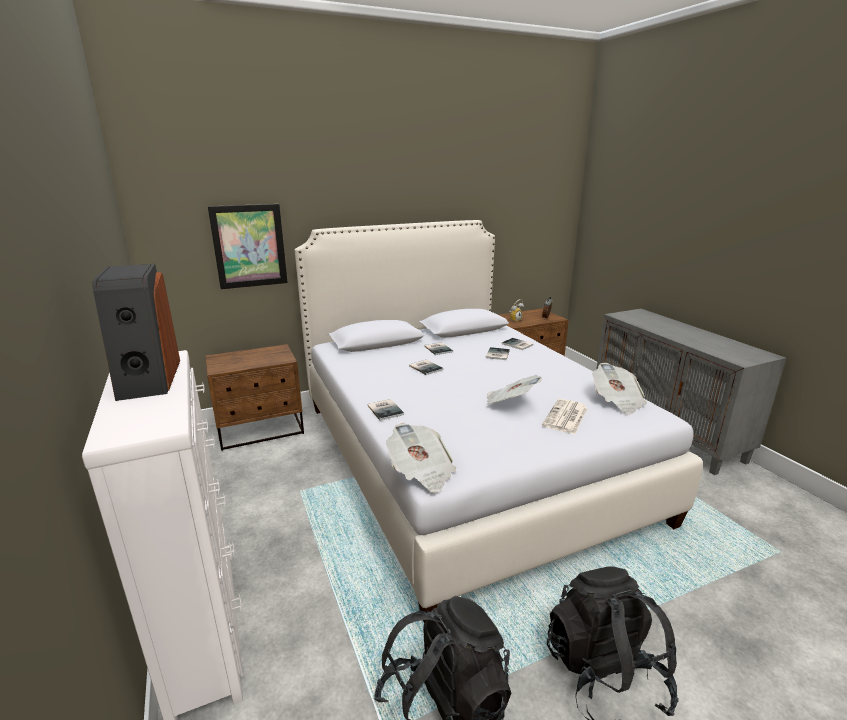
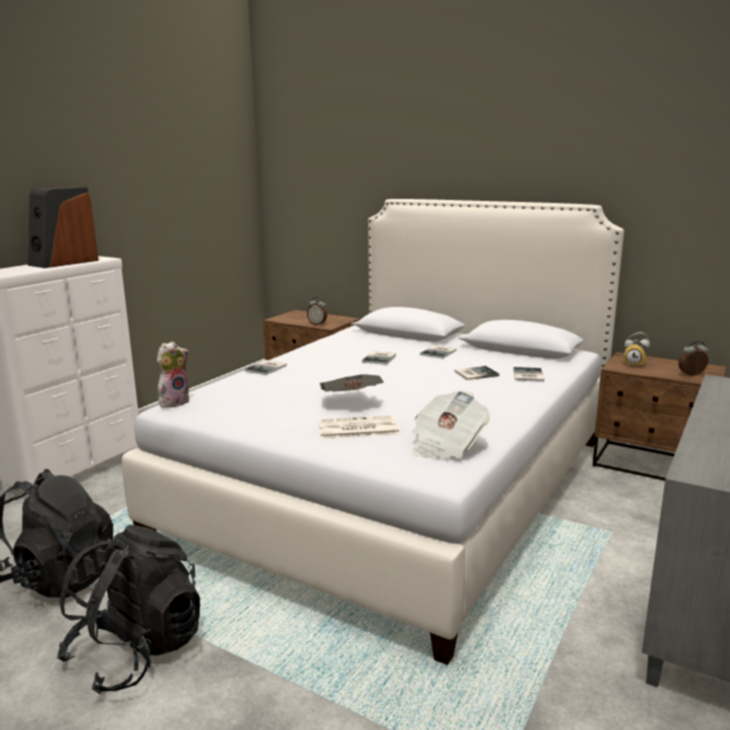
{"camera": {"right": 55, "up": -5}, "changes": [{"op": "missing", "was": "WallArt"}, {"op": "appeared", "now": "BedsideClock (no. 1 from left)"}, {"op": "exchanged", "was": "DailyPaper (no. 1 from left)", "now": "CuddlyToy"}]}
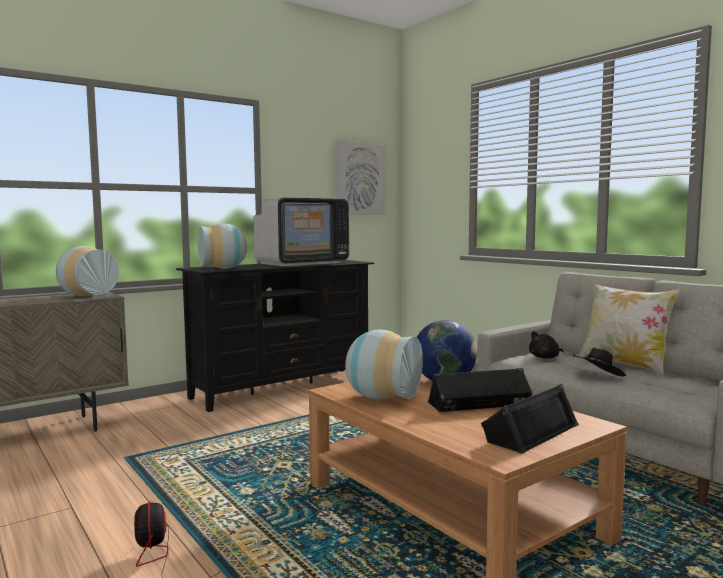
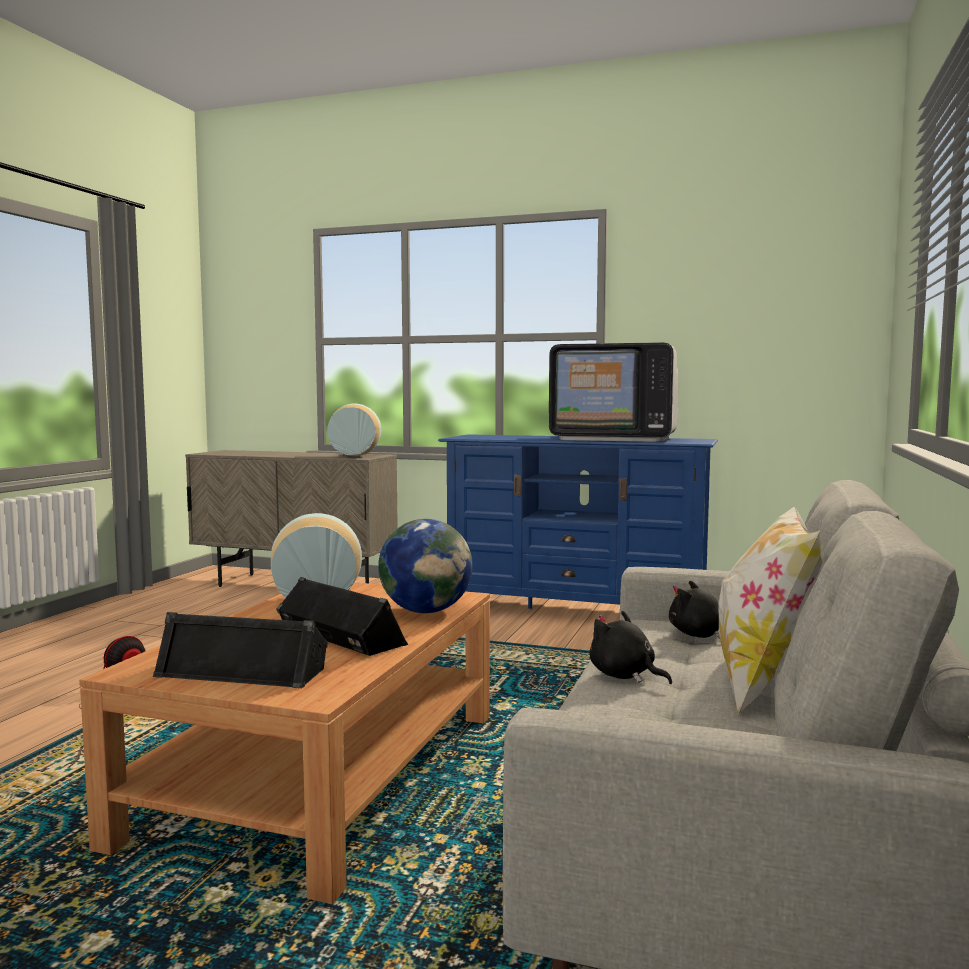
{"camera": {"right": 55, "up": 0}, "changes": [{"op": "missing", "was": "FlowerVase (no. 2 from left)"}, {"op": "missing", "was": "WallArt"}, {"op": "exchanged", "was": "BlackishHat", "now": "BlackishCuddlyToy (no. 1 from left)"}, {"op": "colour", "was": "BlackishTvStand", "now": "BlueColouredTvStand"}]}
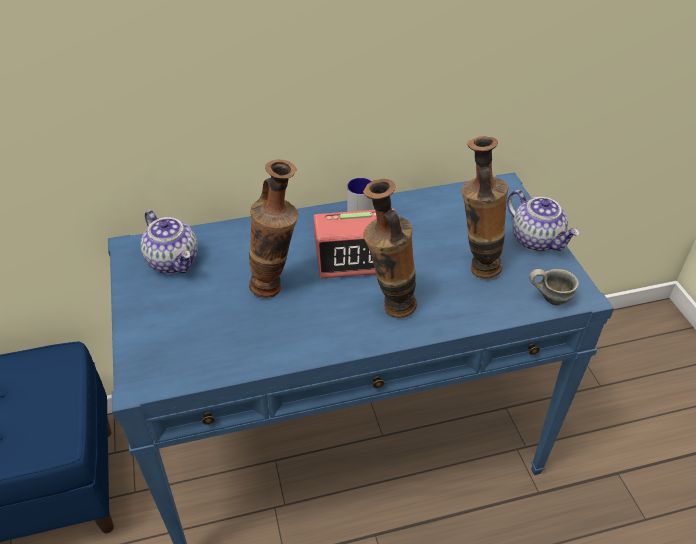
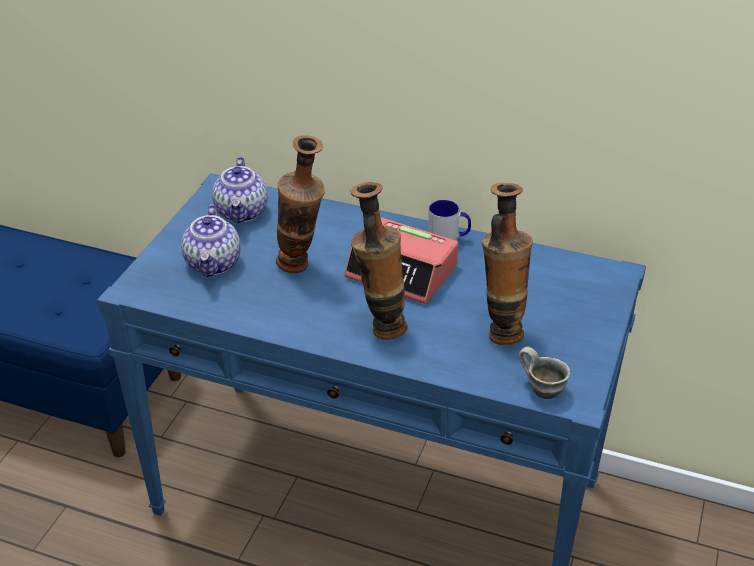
{"camera": {"right": 35, "up": -5}, "changes": [{"op": "relocated", "was": "Teapot (no. 2 from left in the first image)", "now": "Teapot (no. 1 from left)"}]}
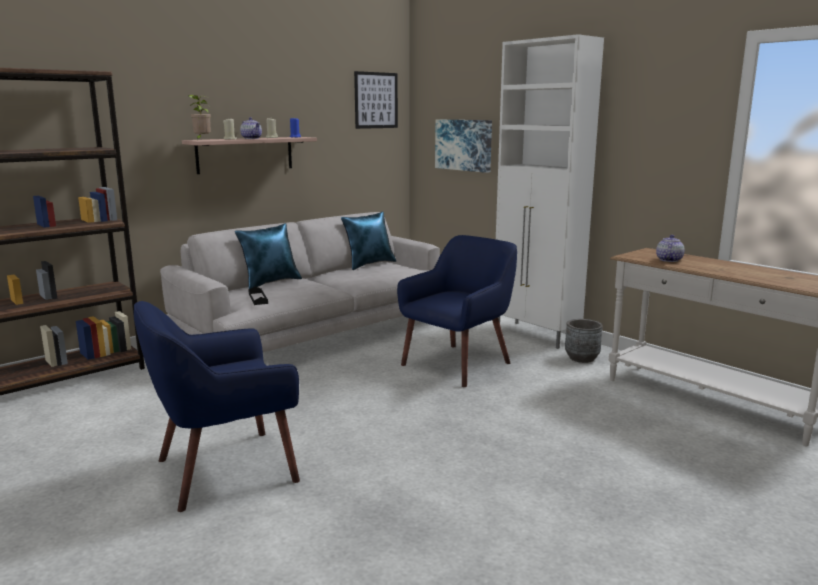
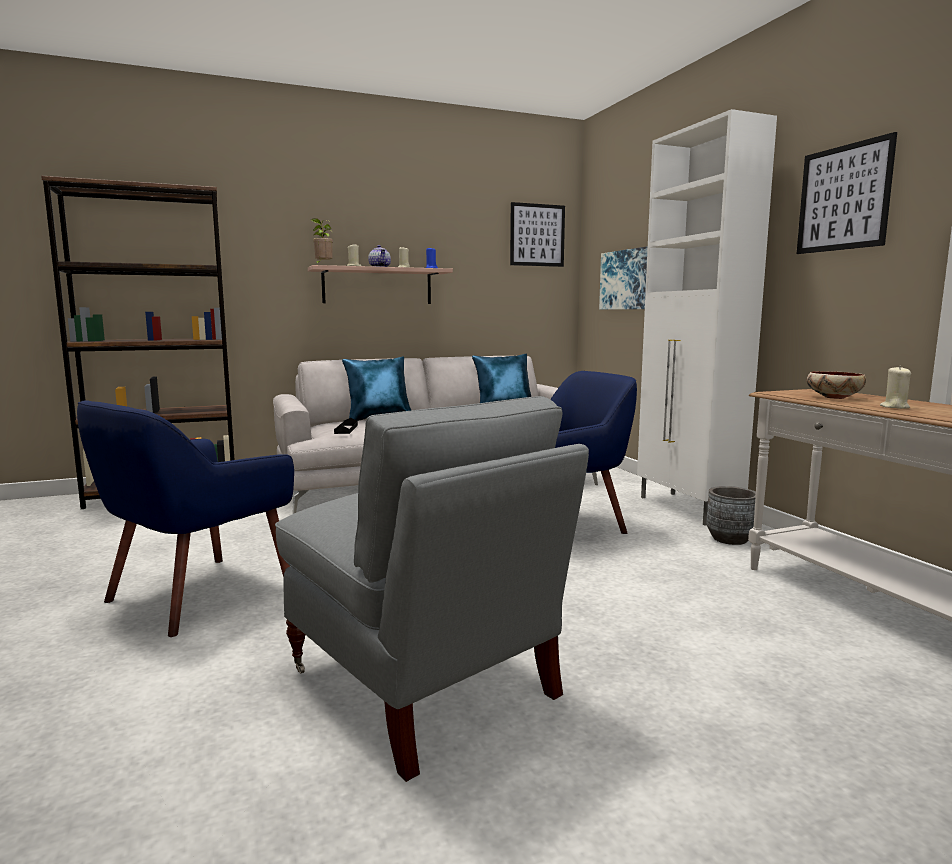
{"camera": {"right": 20, "up": -5}, "changes": [{"op": "appeared", "now": "GrayEasyChair"}, {"op": "appeared", "now": "WallArt (no. 3 from left)"}, {"op": "appeared", "now": "SandColouredWaxLight (no. 3 from left)"}, {"op": "exchanged", "was": "Teapot (no. 2 from left)", "now": "Bowl"}, {"op": "spun", "was": "BlueColouredEasyChair (no. 1 from left)", "clockwise": -45}]}
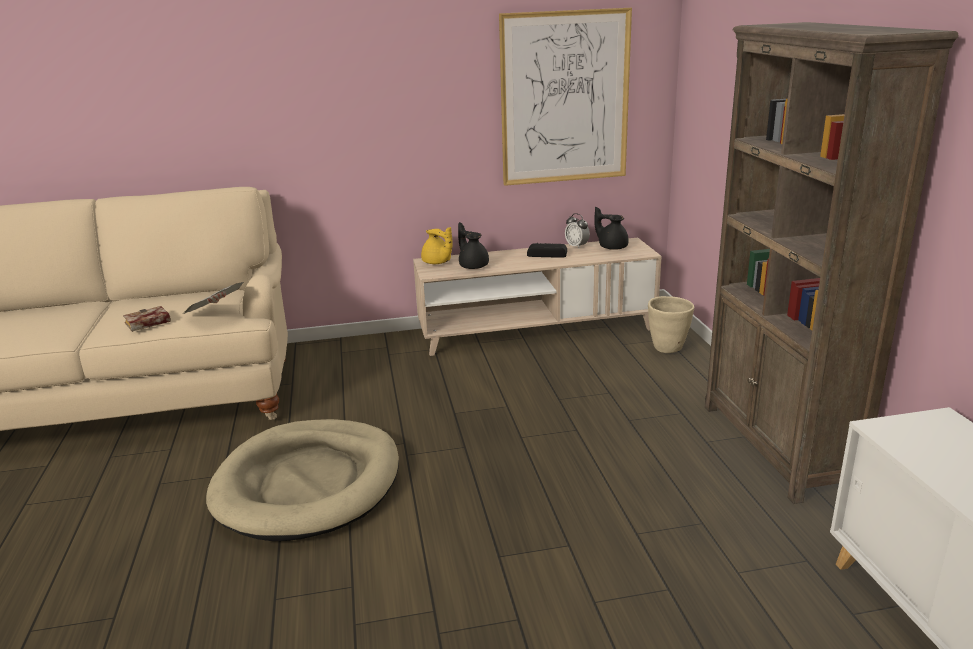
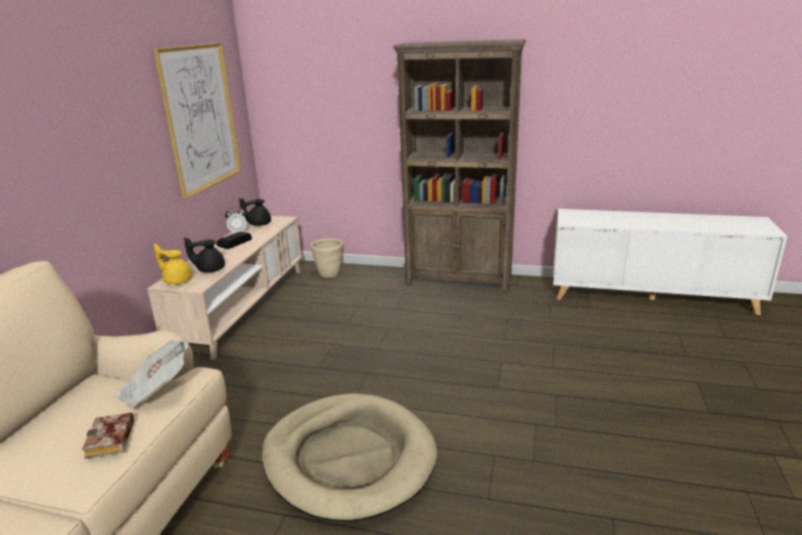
{"camera": {"right": -65, "up": 0}, "changes": [{"op": "spun", "was": "YellowColouredTeapot", "clockwise": -135}]}
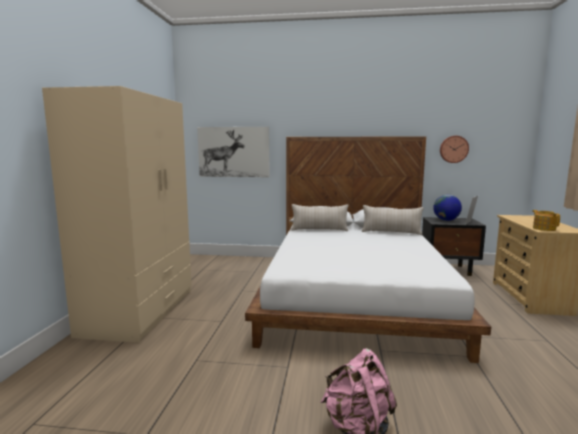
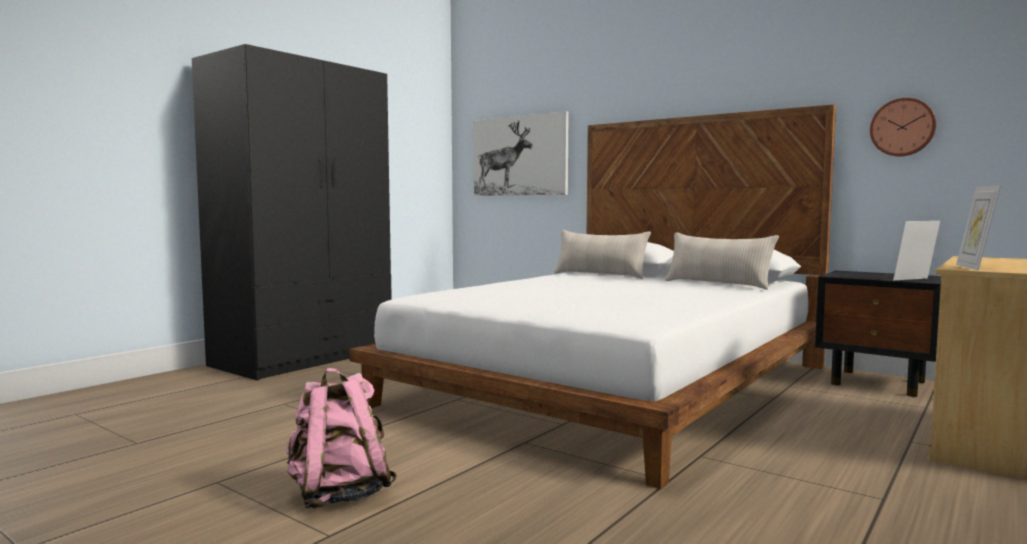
{"camera": {"right": 30, "up": -5}, "changes": [{"op": "missing", "was": "Globe"}, {"op": "exchanged", "was": "Teapot", "now": "PhotoFrame (no. 2 from left)"}, {"op": "colour", "was": "SandColouredArmoire", "now": "BlackishArmoire"}]}
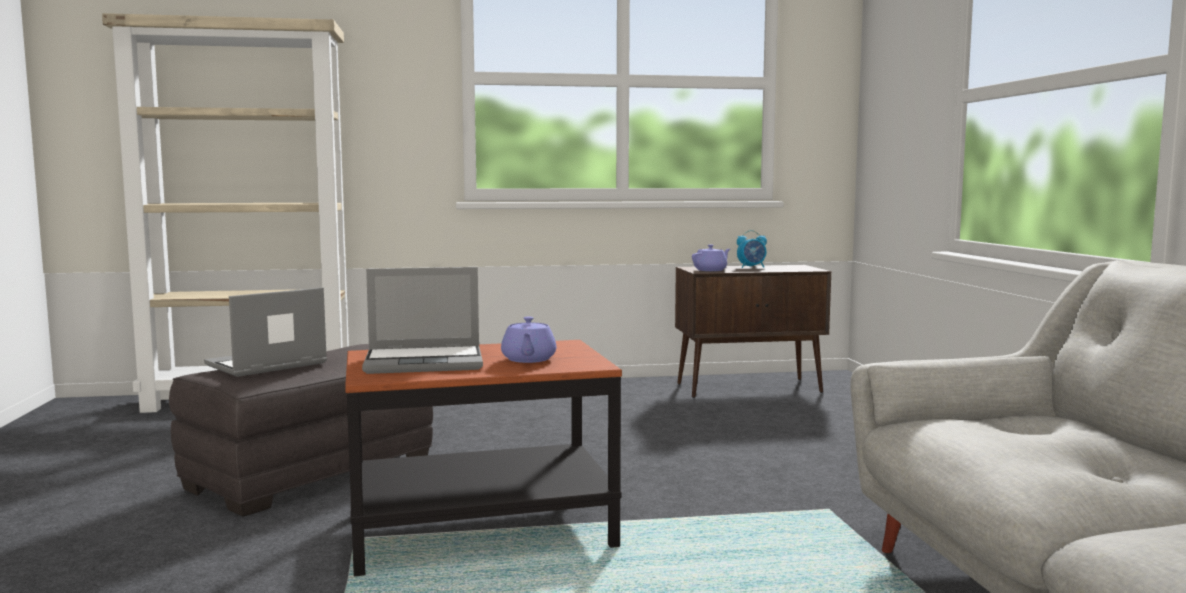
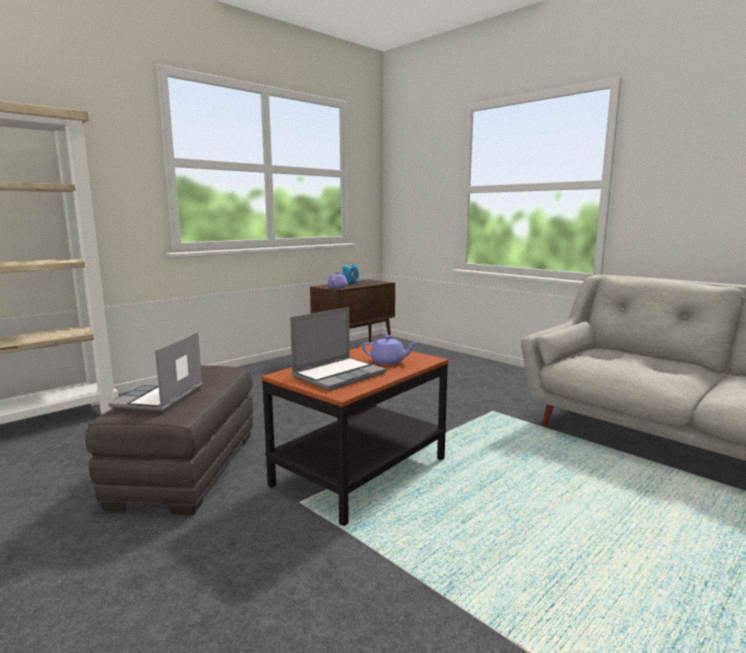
{"camera": {"right": -35, "up": 5}, "changes": [{"op": "spun", "was": "PurpleColouredTeapot (no. 1 from left in the first image)", "clockwise": -45}]}
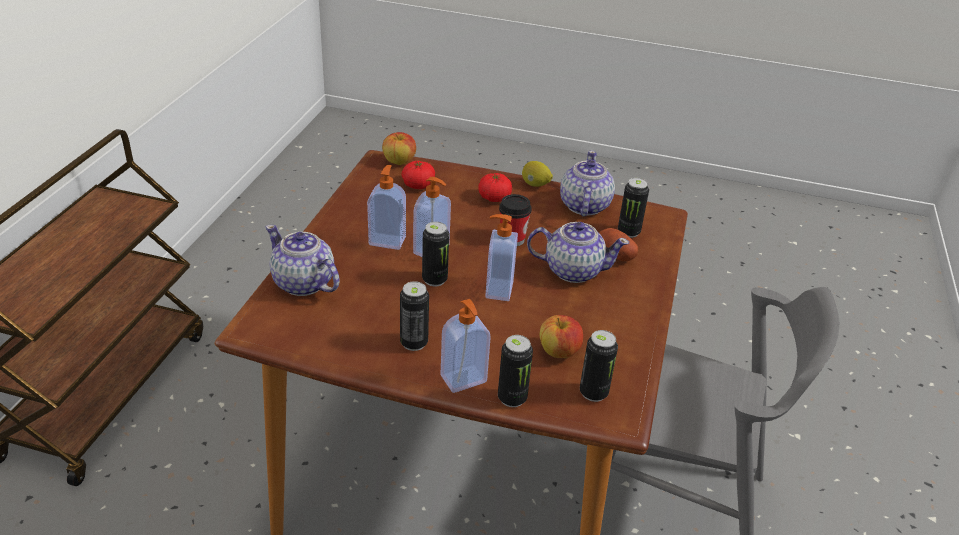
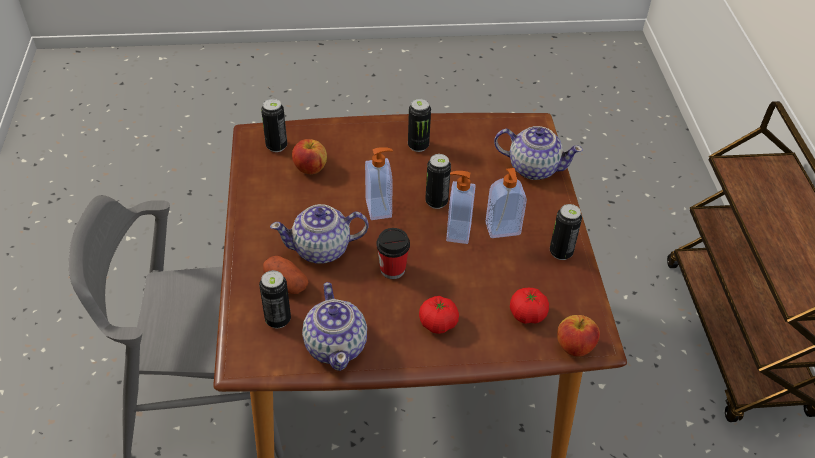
{"camera": {"right": 160, "up": 10}, "changes": [{"op": "missing", "was": "SoapBottle (no. 3 from left)"}, {"op": "missing", "was": "Lemon"}, {"op": "relocated", "was": "MetalCan (no. 3 from left in the first image)", "now": "MetalCan (no. 5 from left)"}]}
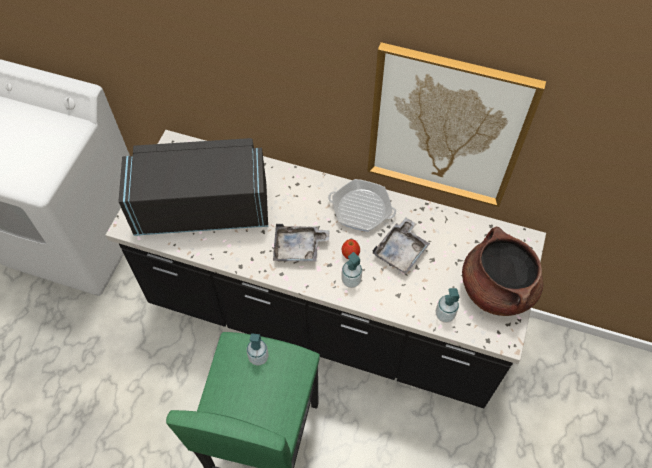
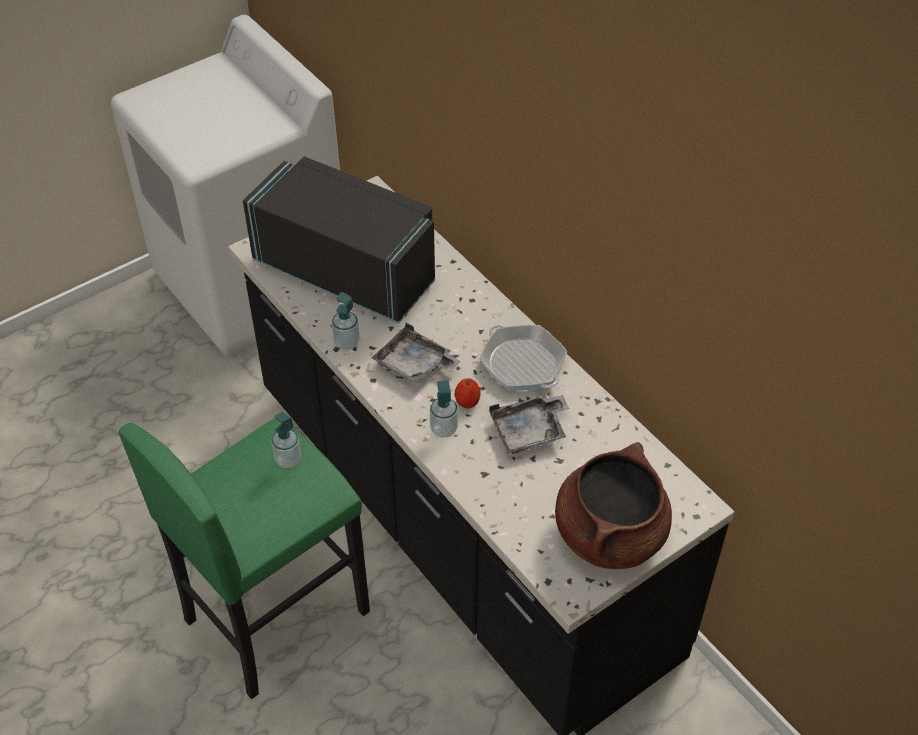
{"camera": {"right": 35, "up": -10}, "changes": [{"op": "missing", "was": "WallArt"}, {"op": "relocated", "was": "SoapBottle (no. 3 from left in the first image)", "now": "SoapBottle (no. 2 from left)"}]}
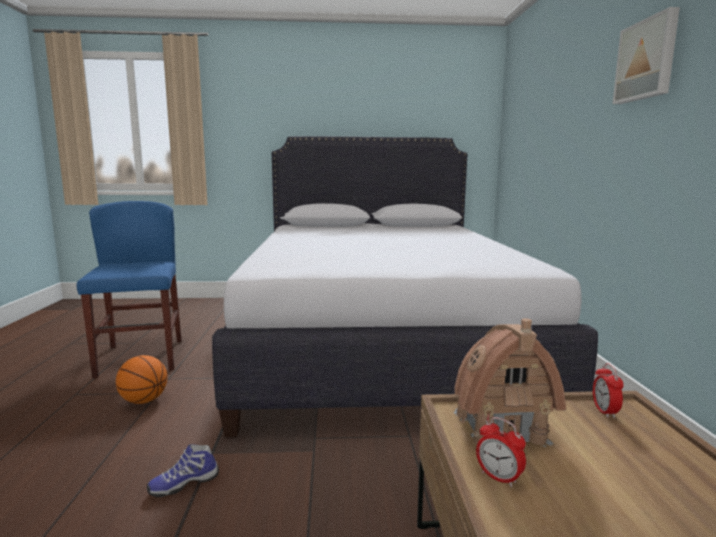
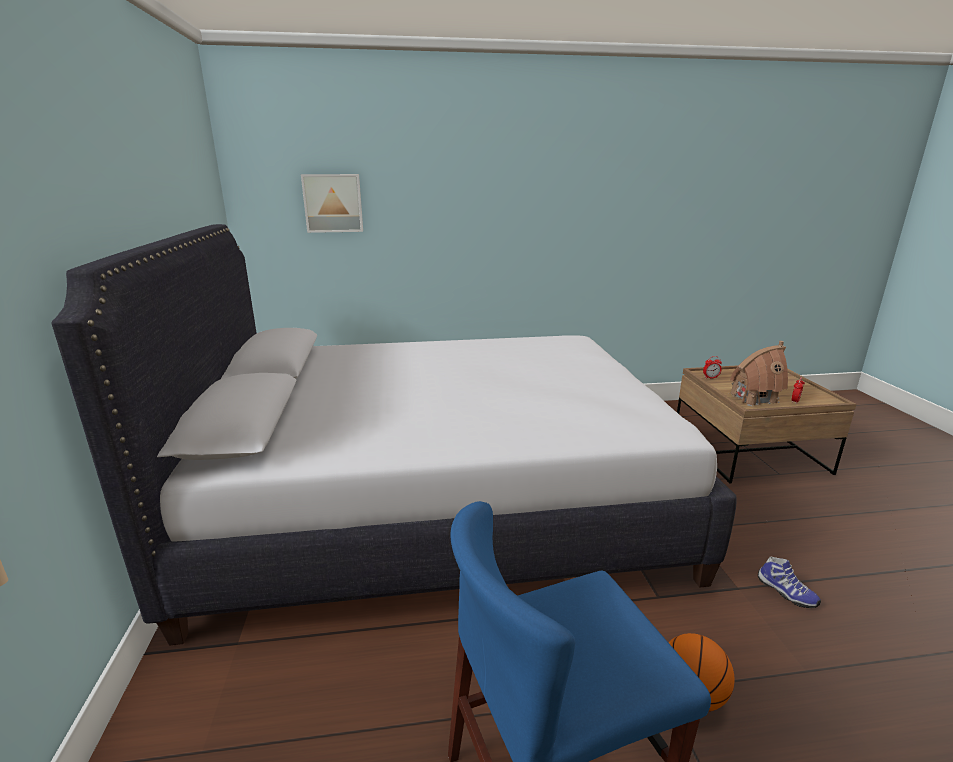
{"camera": {"right": -95, "up": 10}, "changes": [{"op": "relocated", "was": "WallArt"}]}
